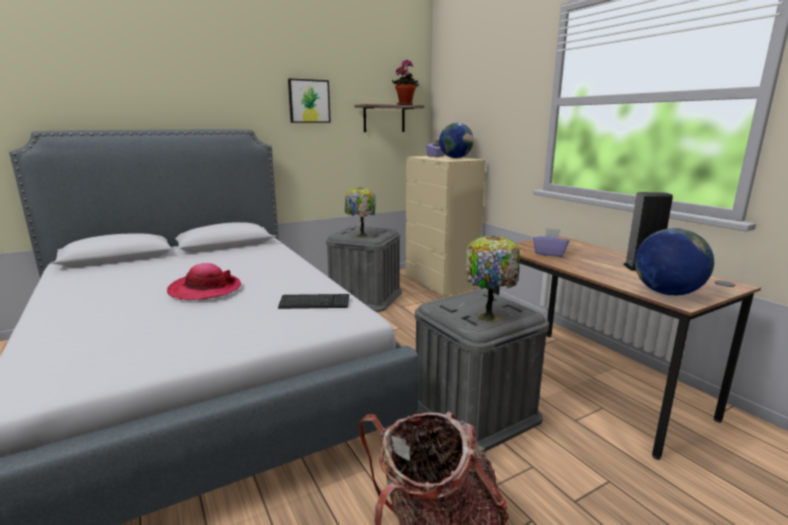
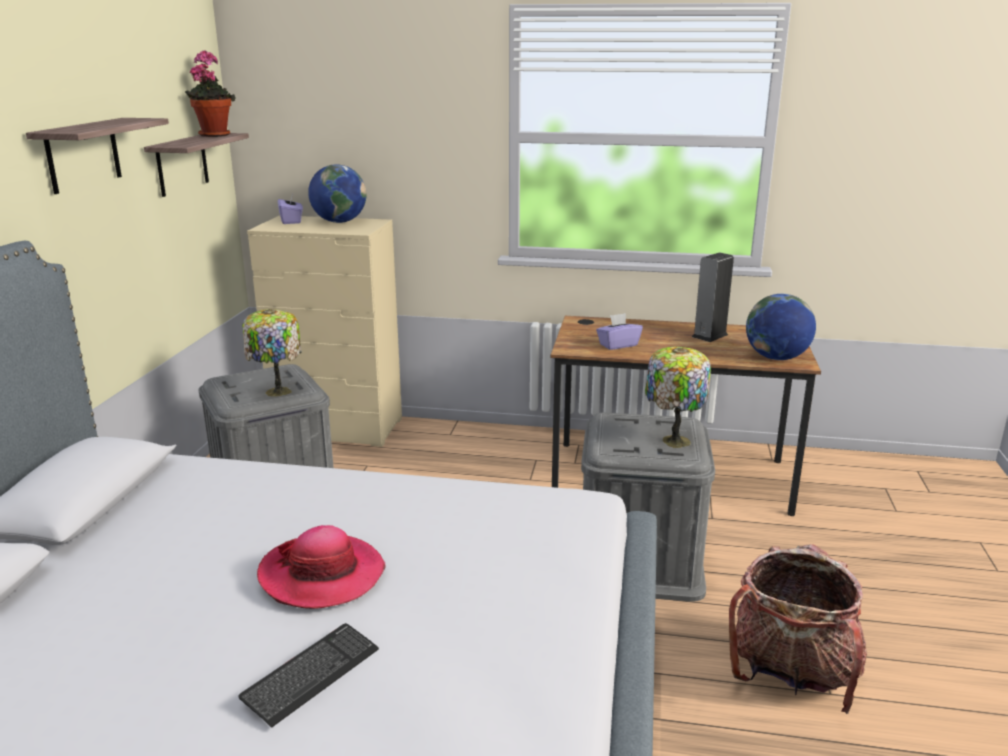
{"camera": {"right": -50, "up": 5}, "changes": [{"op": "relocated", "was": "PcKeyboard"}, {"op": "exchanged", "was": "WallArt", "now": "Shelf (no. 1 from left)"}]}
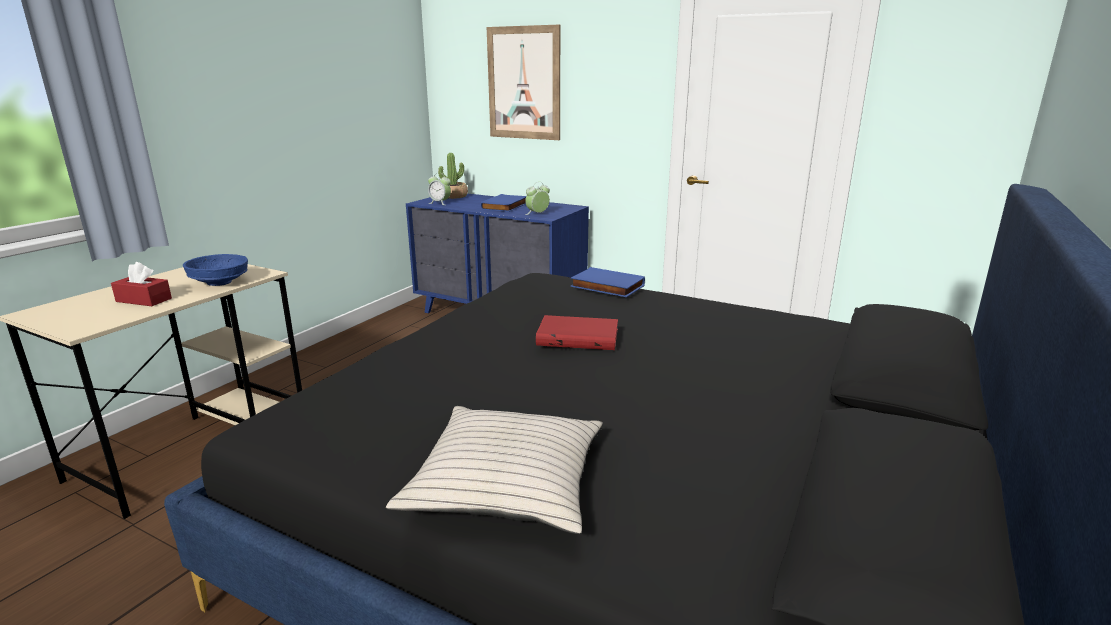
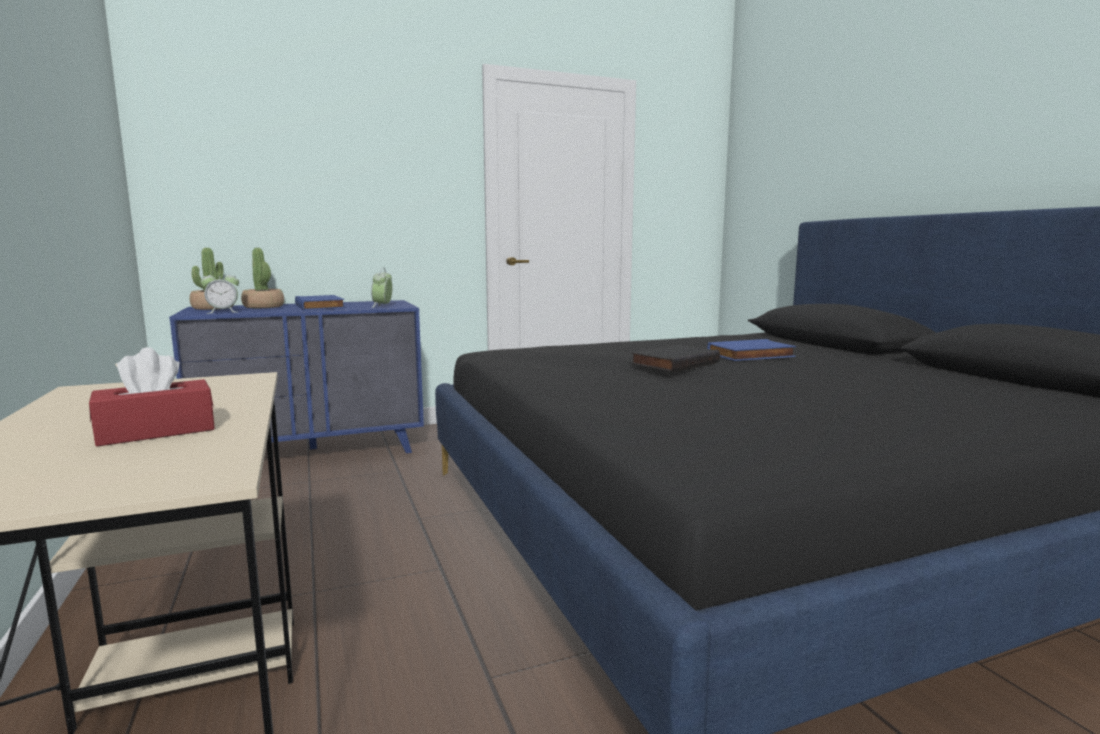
{"camera": {"right": -50, "up": -10}, "changes": [{"op": "missing", "was": "BlueColouredBowl"}, {"op": "missing", "was": "SandColouredThrowPillow"}, {"op": "missing", "was": "WallArt"}, {"op": "appeared", "now": "Houseplant (no. 2 from left)"}, {"op": "relocated", "was": "BlueColouredBoundBook (no. 2 from left)"}, {"op": "colour", "was": "RedBoundBook", "now": "BlackishBoundBook"}]}
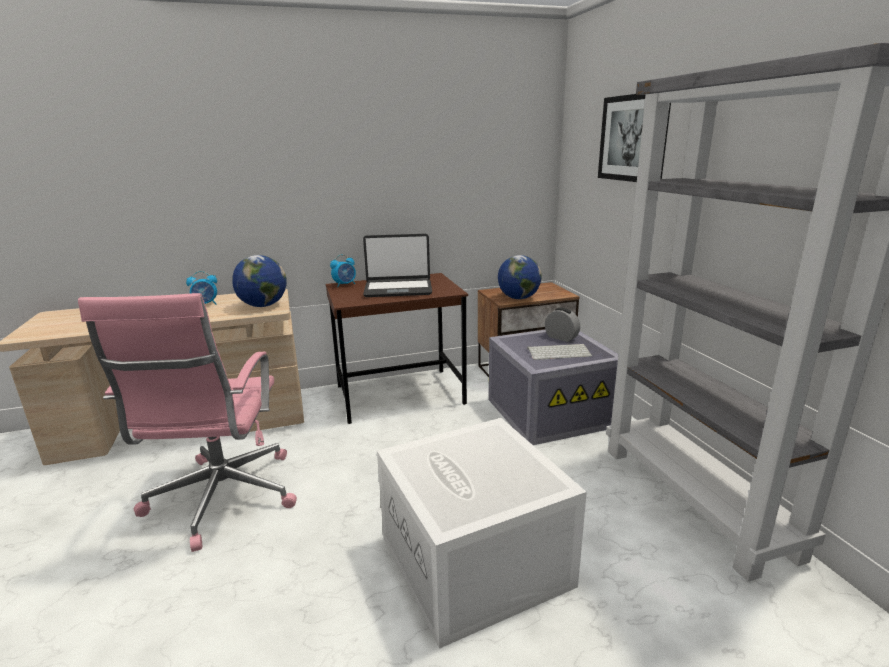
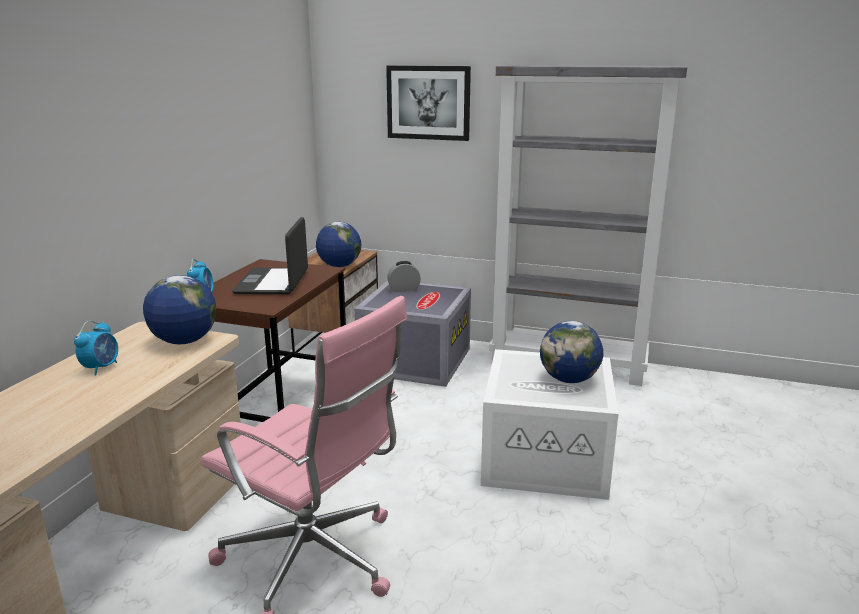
{"camera": {"right": -55, "up": 0}, "changes": [{"op": "missing", "was": "PcKeyboard"}, {"op": "appeared", "now": "Globe (no. 3 from left)"}, {"op": "spun", "was": "PortableComputer", "clockwise": 150}]}
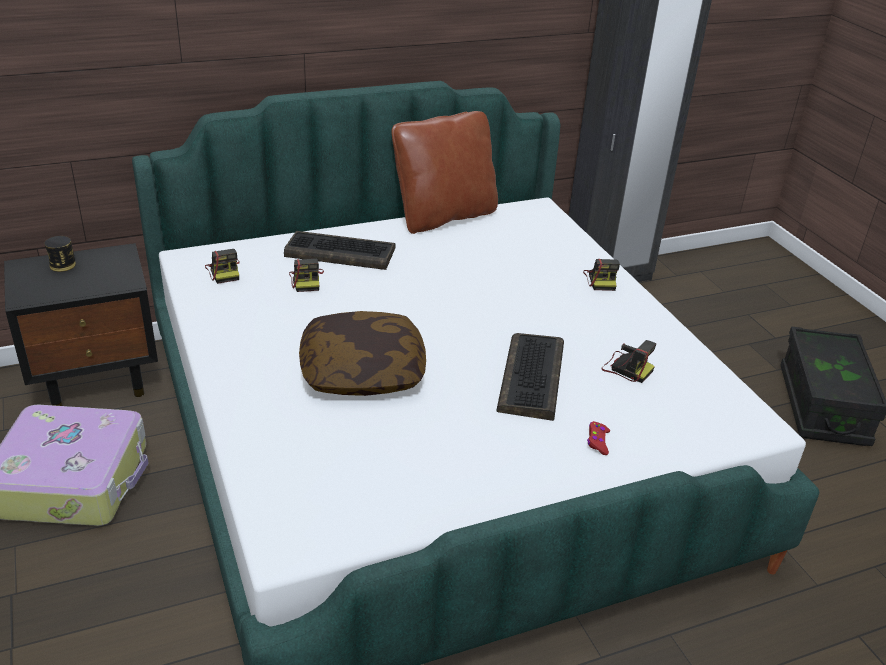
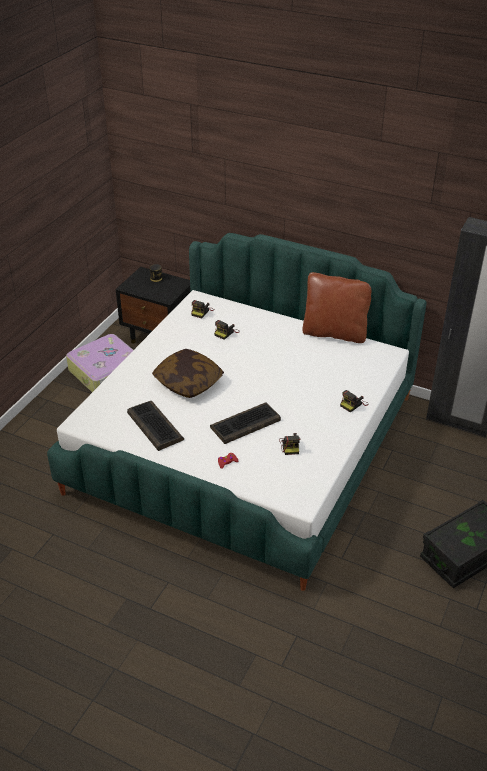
{"camera": {"right": 50, "up": 5}, "changes": [{"op": "relocated", "was": "PcKeyboard (no. 1 from left)"}]}
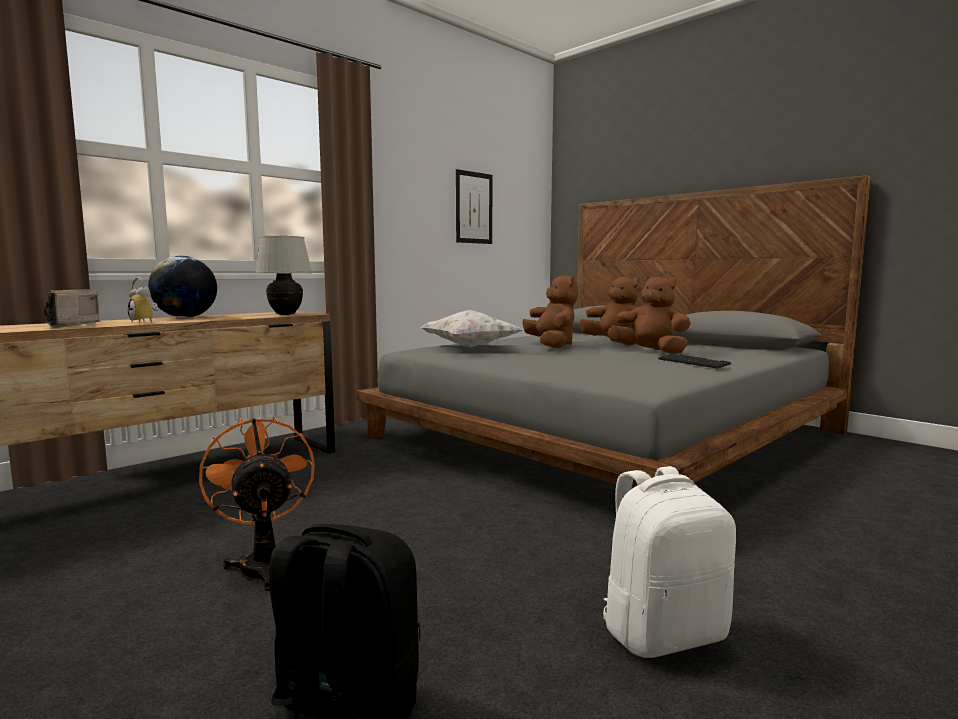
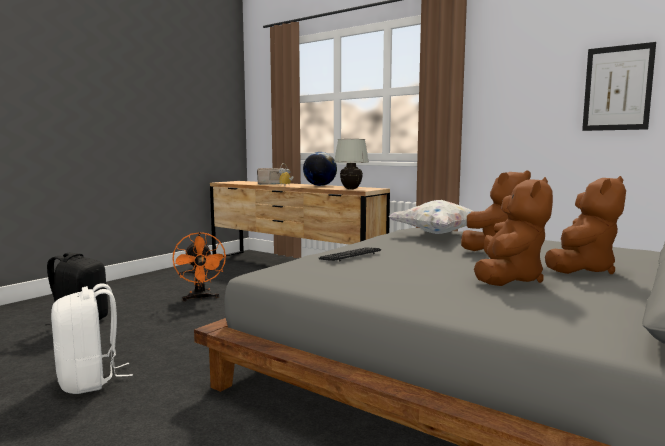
{"camera": {"right": 80, "up": 0}, "changes": [{"op": "relocated", "was": "PcKeyboard"}, {"op": "spun", "was": "OrangeFan", "clockwise": 105}]}
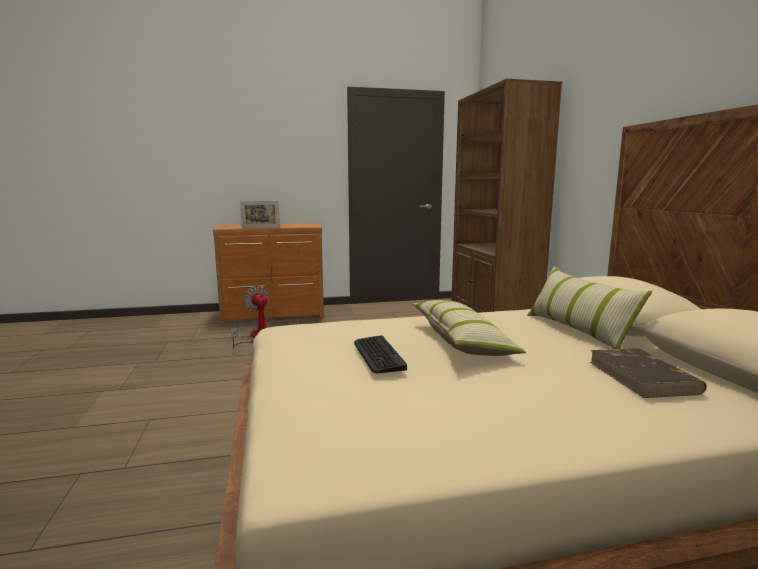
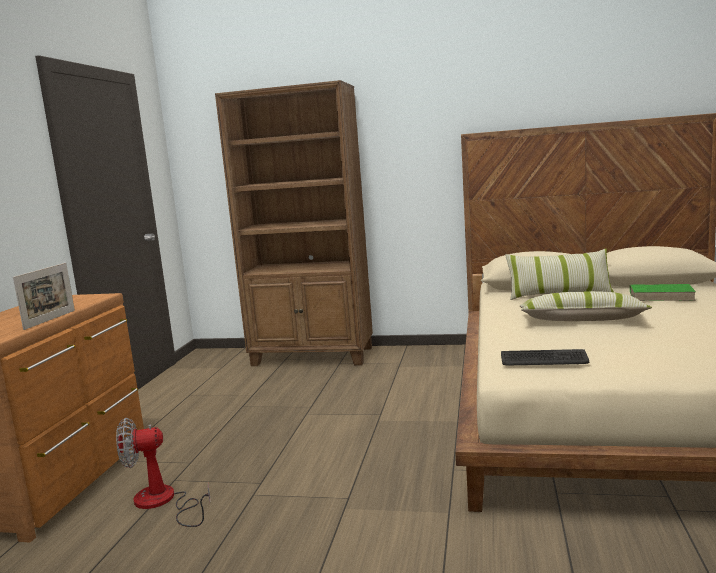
{"camera": {"right": -65, "up": 0}, "changes": [{"op": "relocated", "was": "PcKeyboard"}, {"op": "colour", "was": "BrownishBoundBook", "now": "GreenishBoundBook"}]}
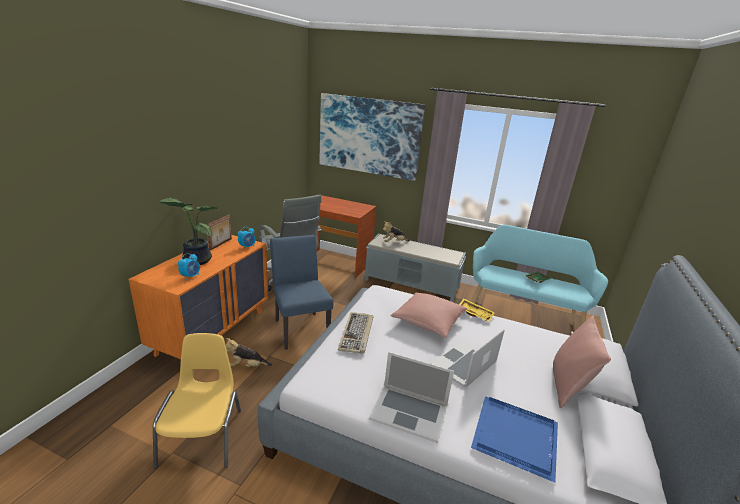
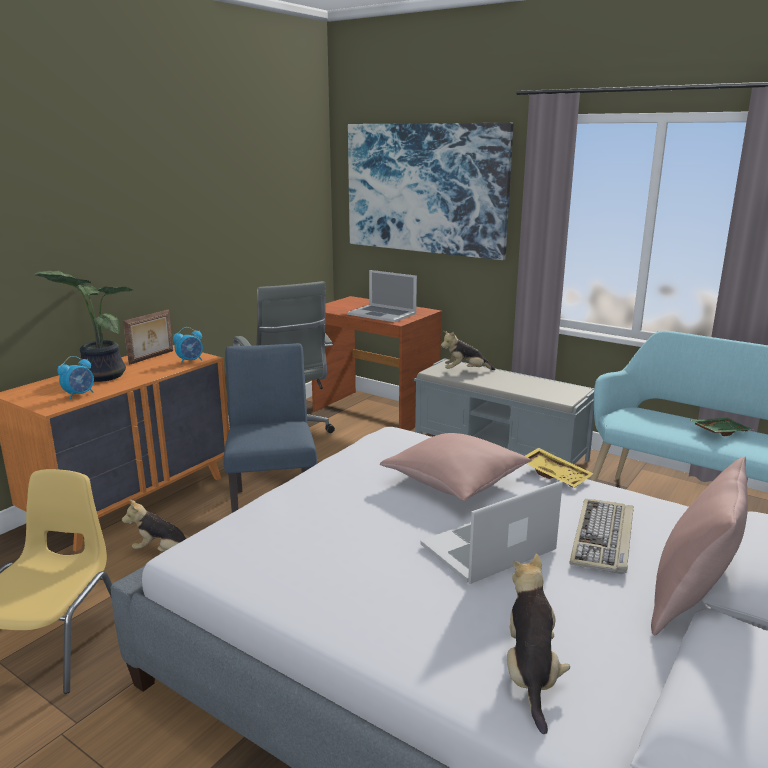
{"camera": {"right": 15, "up": -5}, "changes": [{"op": "relocated", "was": "PcKeyboard"}, {"op": "relocated", "was": "PortableComputer (no. 1 from left)"}, {"op": "exchanged", "was": "BlueColouredTray", "now": "CuddlyToy (no. 3 from left)"}]}
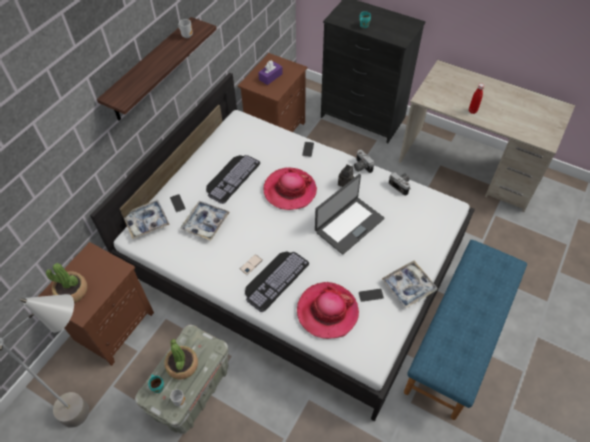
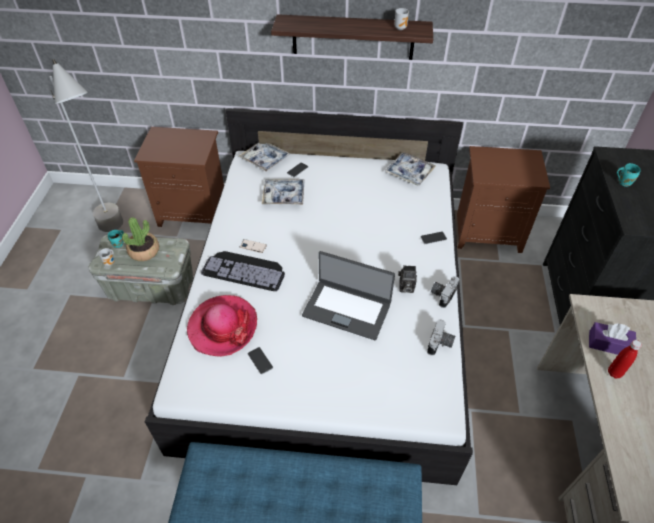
{"camera": {"right": 65, "up": -5}, "changes": [{"op": "missing", "was": "Houseplant (no. 1 from left)"}, {"op": "missing", "was": "PcKeyboard (no. 1 from left)"}, {"op": "missing", "was": "Hat (no. 1 from left)"}, {"op": "relocated", "was": "PurpleColouredTissueBox"}, {"op": "relocated", "was": "Tray (no. 3 from left)"}]}
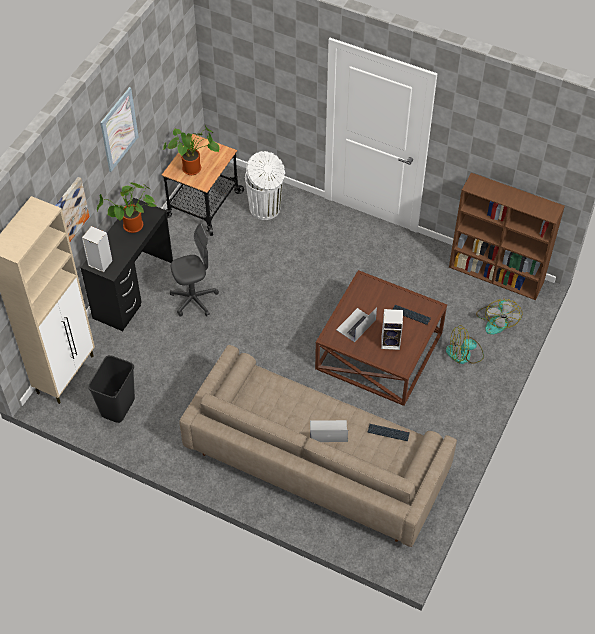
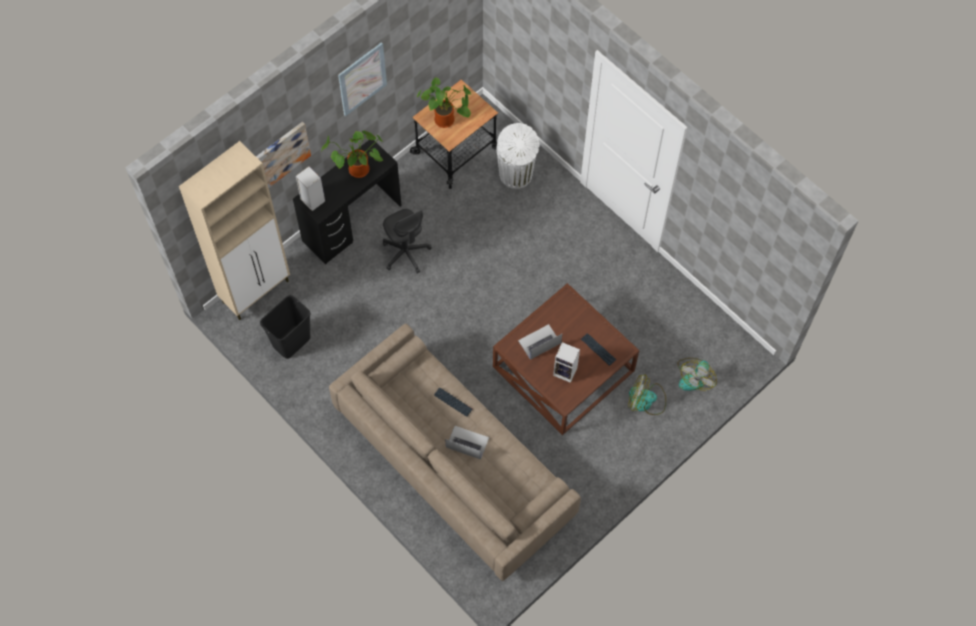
{"camera": {"right": 20, "up": 10}, "changes": [{"op": "missing", "was": "BrownishShelvingUnit"}, {"op": "relocated", "was": "PcKeyboard (no. 1 from left)"}, {"op": "spun", "was": "GrayComputerChair", "clockwise": 60}]}
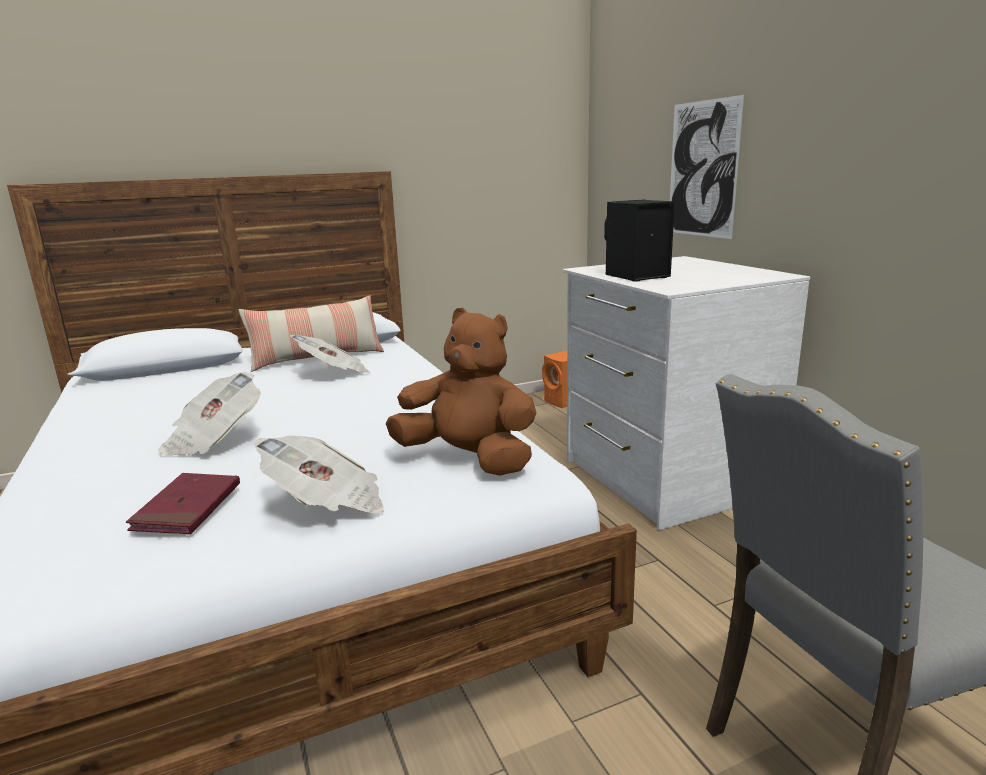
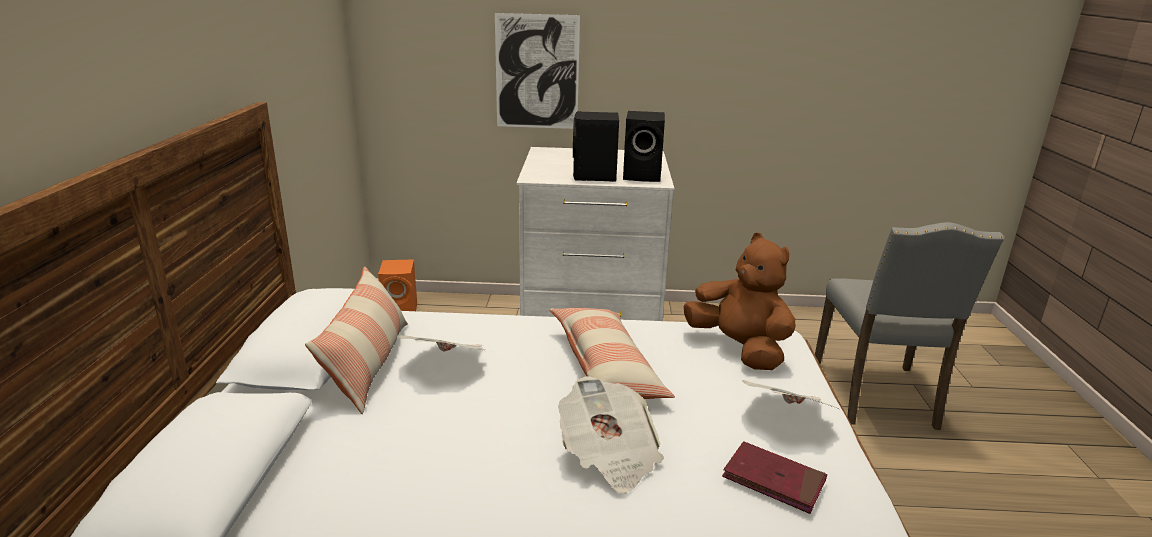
{"camera": {"right": -65, "up": 5}, "changes": [{"op": "appeared", "now": "ThrowPillow (no. 2 from left)"}, {"op": "appeared", "now": "BlackishLoudspeaker (no. 2 from left)"}, {"op": "spun", "was": "BrownishCuddlyToy", "clockwise": 90}]}
